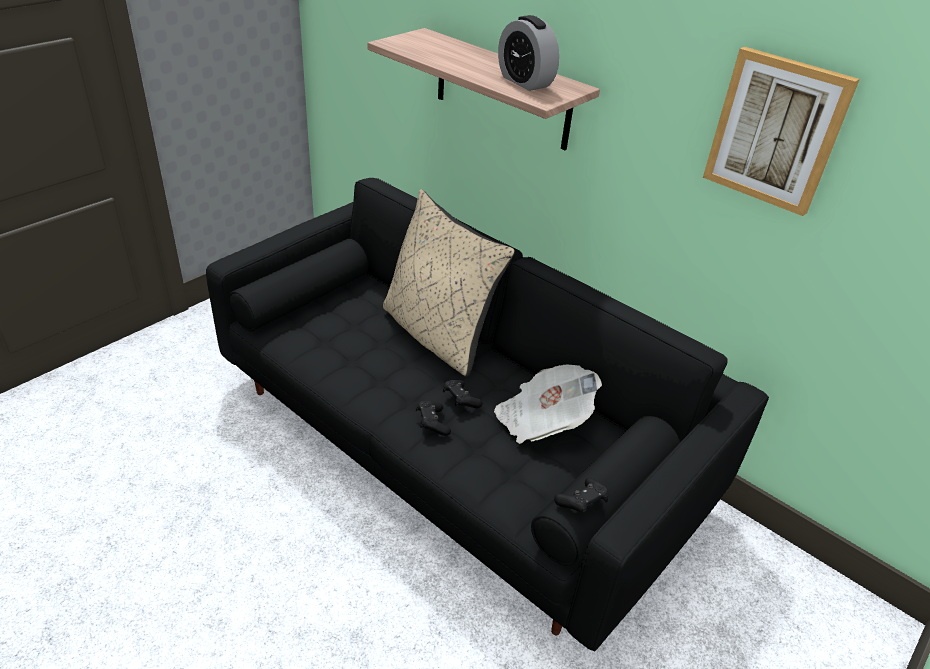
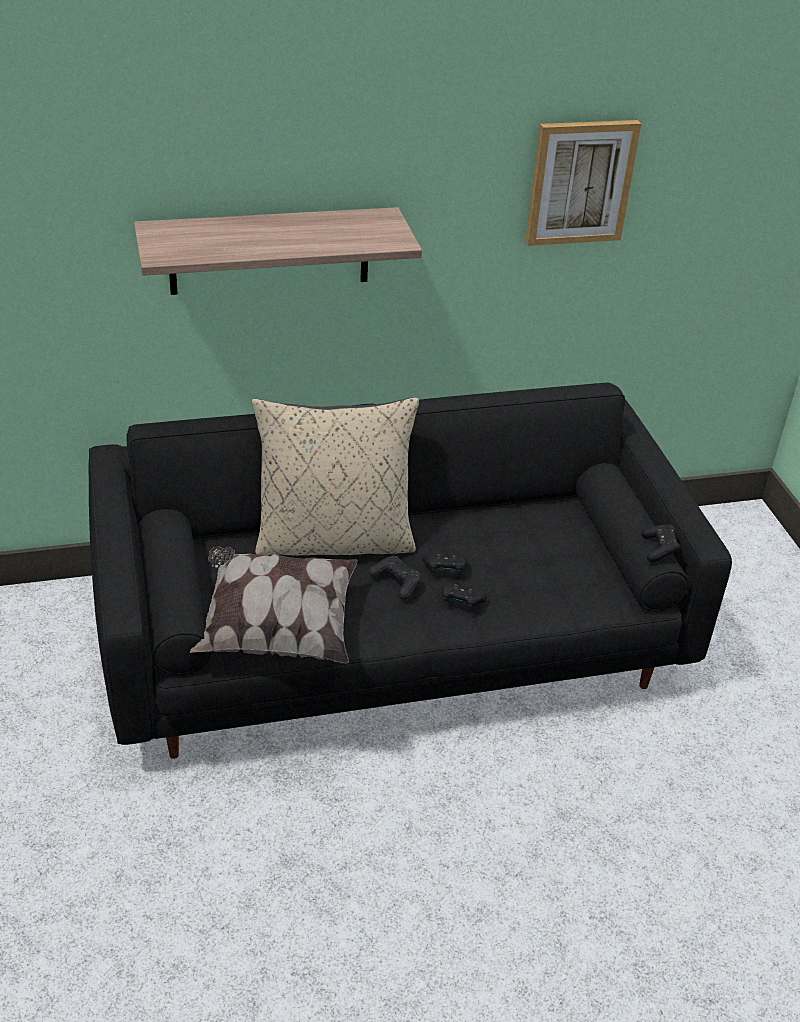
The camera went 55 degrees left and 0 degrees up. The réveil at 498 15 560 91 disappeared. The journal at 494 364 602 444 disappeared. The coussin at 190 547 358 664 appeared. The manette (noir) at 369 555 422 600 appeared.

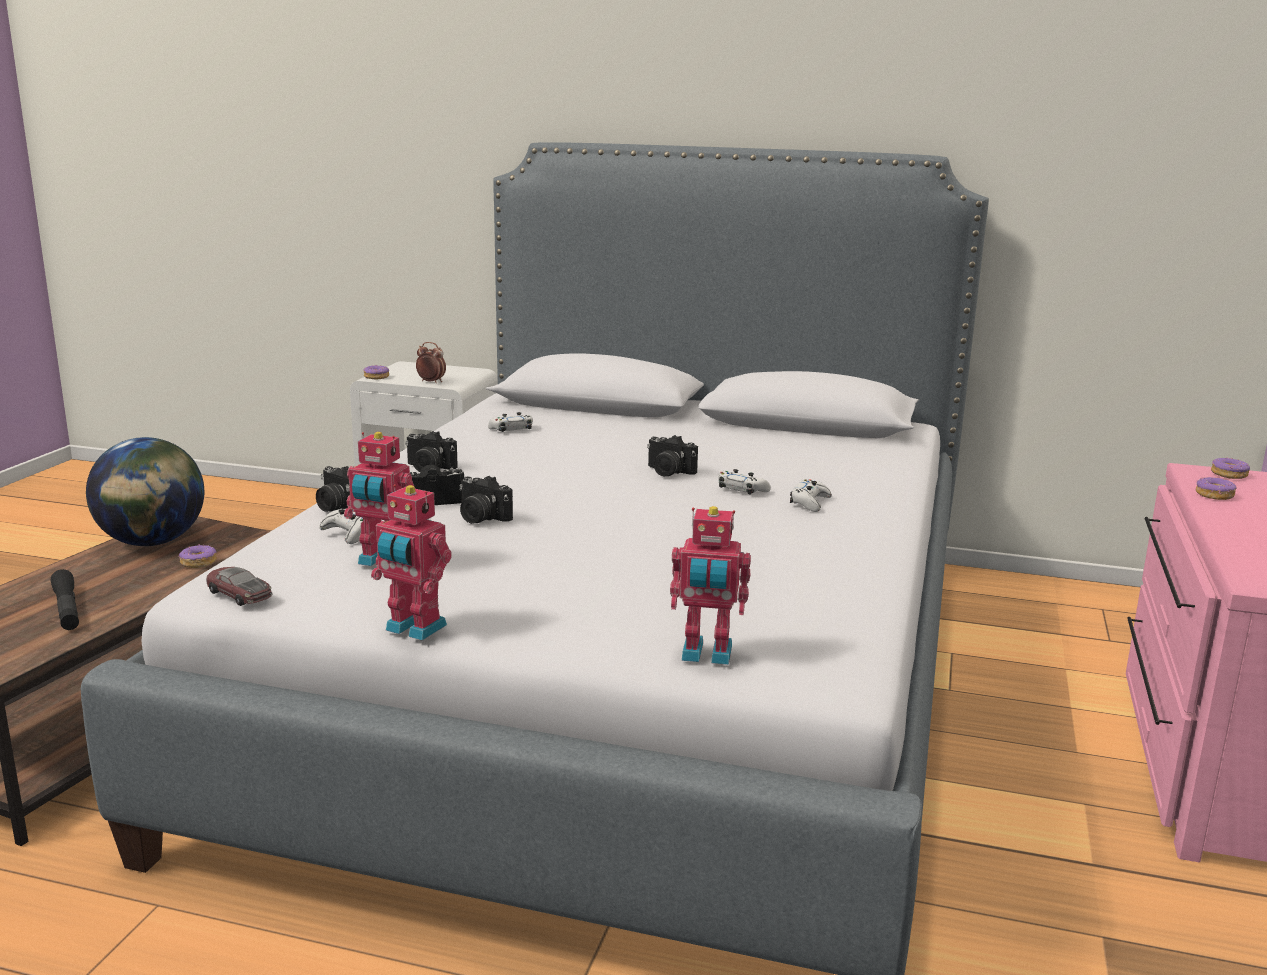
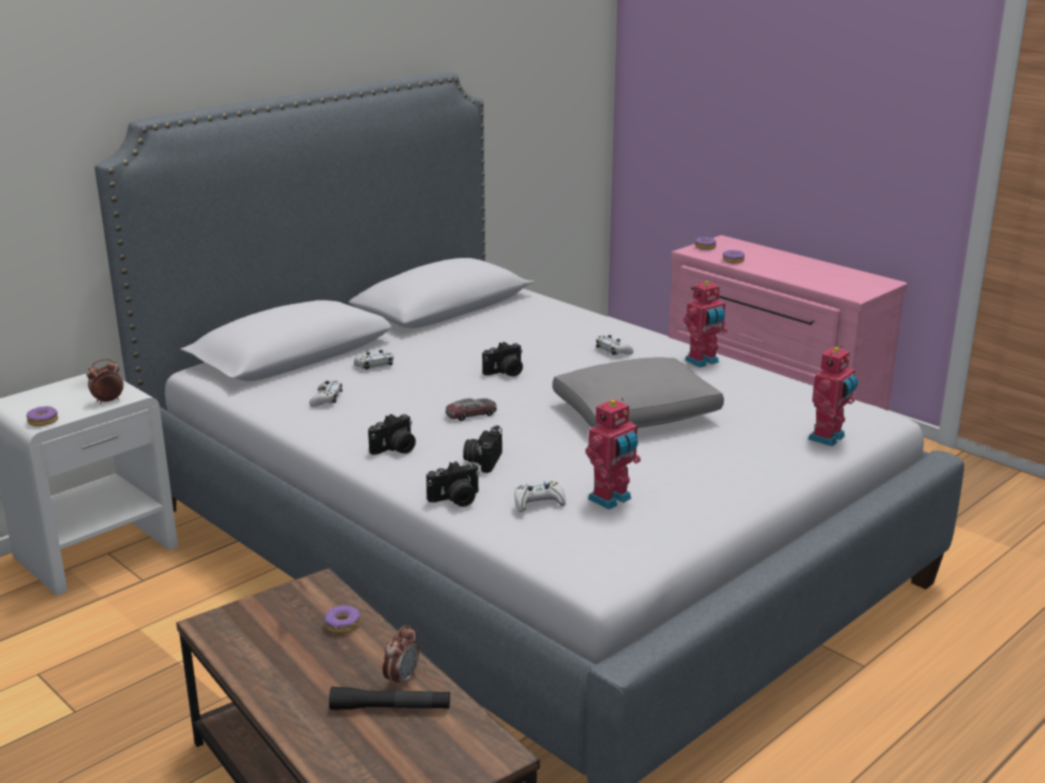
The camera went 60 degrees left and 5 degrees up. The globe at 86 437 204 546 disappeared. The manette (blanc) moved from 718 469 771 494 to 354 350 394 370. The appareil photo at 460 476 513 524 disappeared. The robot jouet moved from 371 484 452 640 to 684 280 728 368. The petite voiture moved from 206 567 272 606 to 445 398 497 421. The coussin (gris) at 552 357 724 428 appeared. The réveil at 382 625 419 690 appeared.

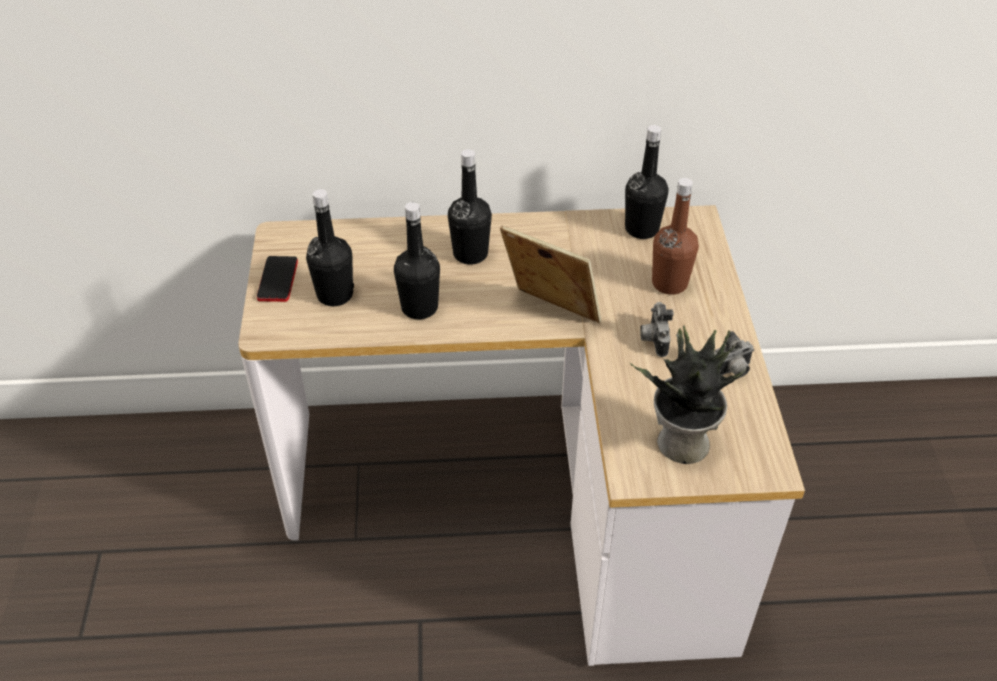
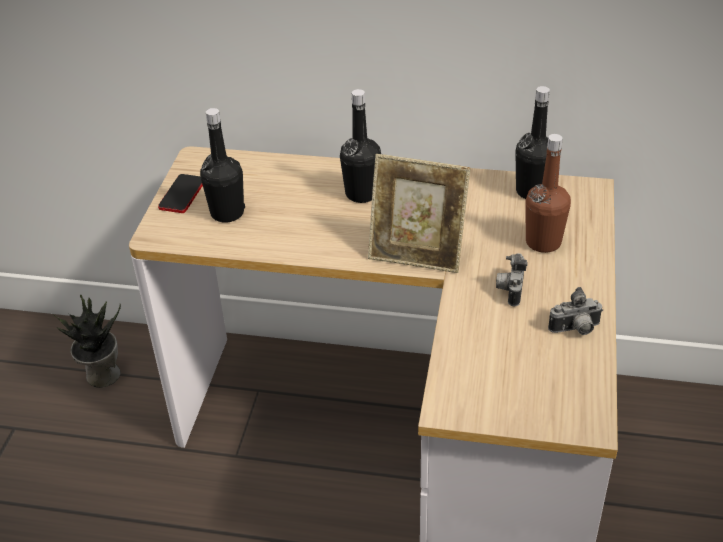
The camera went 15 degrees right and 5 degrees down. The bouteille (noir) at 394 202 440 319 disappeared. The cadre photo at 500 225 601 323 turned 150 degrees clockwise. The plante en pot moved from 630 325 746 464 to 53 295 121 388.

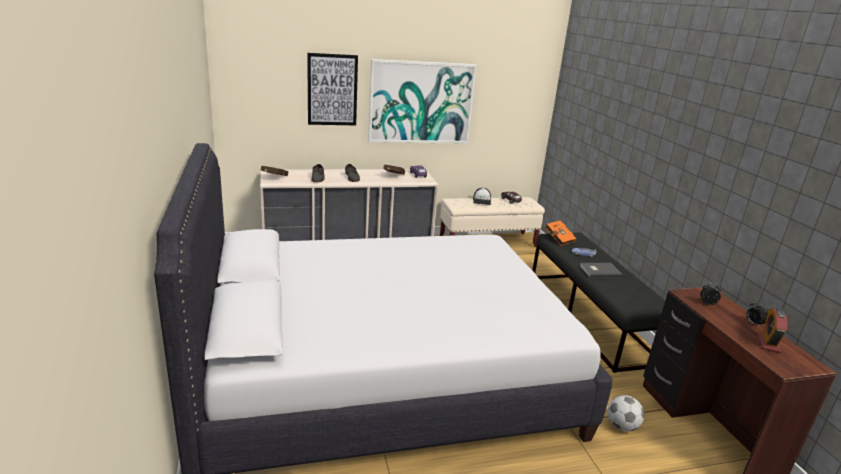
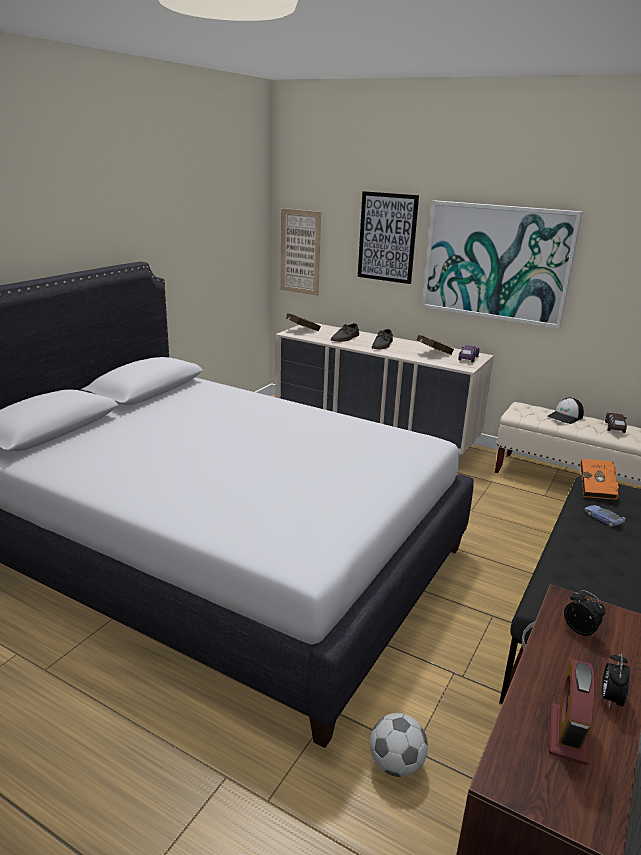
The camera went 45 degrees right and 0 degrees up. The livre (gris) at 580 263 622 278 disappeared. The réveil at 757 308 787 353 turned 45 degrees counterclockwise. The tableau at 280 208 321 296 appeared.

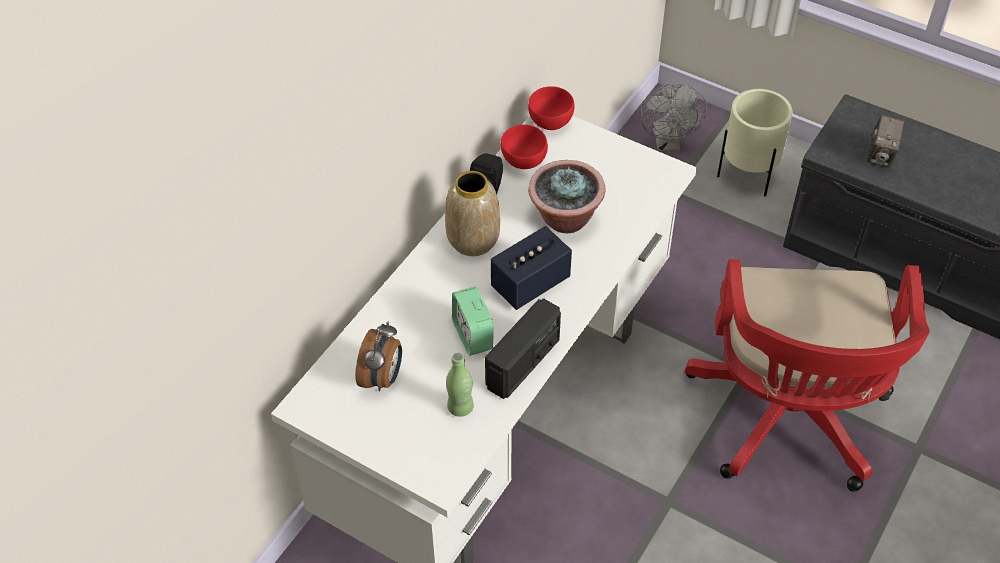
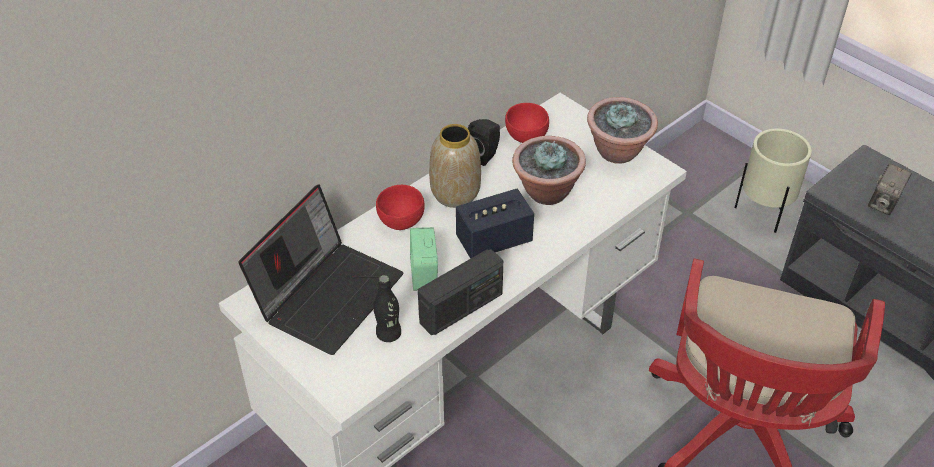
The camera went 15 degrees right and 5 degrees down. The ventilateur (gris) at 640 83 707 152 disappeared. The bol (rouge) moved from 528 86 574 130 to 376 185 425 230. The réveil at 355 322 402 391 was replaced by the ordinateur portable at 238 184 404 355. The bouteille (vert) at 446 352 474 417 became the bouteille (noir) at 373 275 401 342. The plante en pot at 587 97 658 164 appeared.

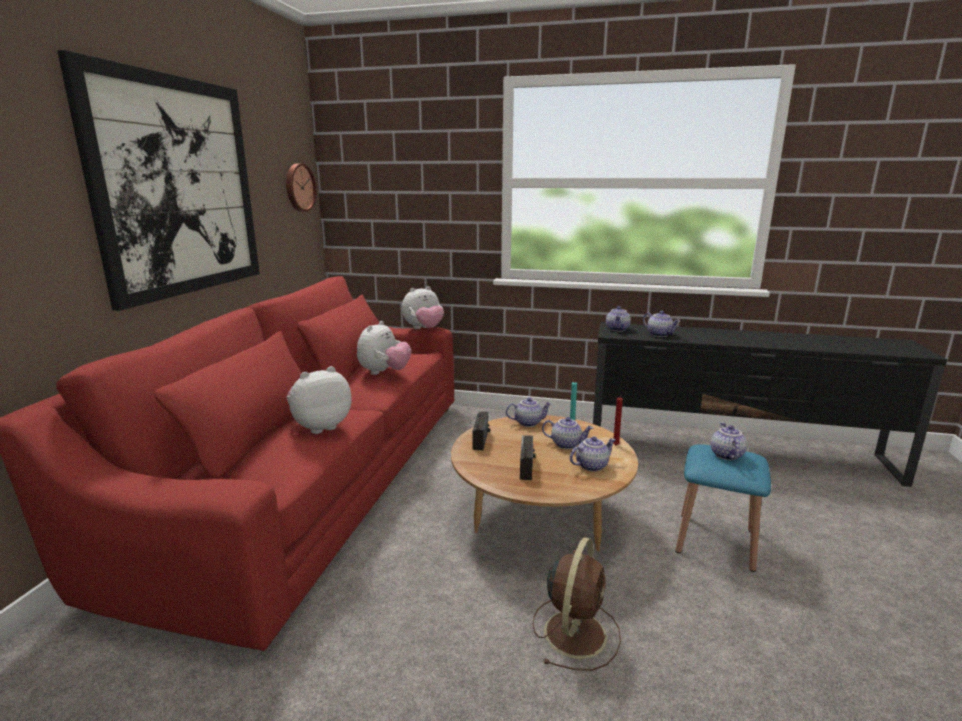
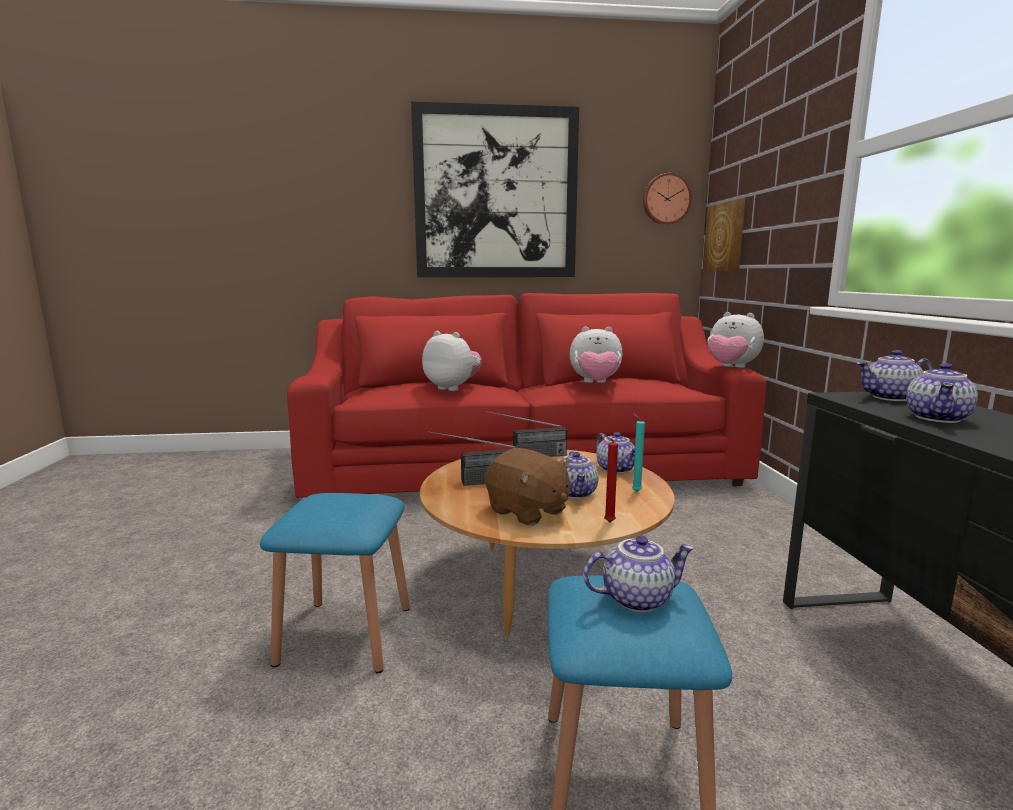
The camera went 70 degrees right and 5 degrees down. The théière at 570 436 616 472 was replaced by the peluche (marron) at 485 448 571 526. The ventilateur (marron) at 533 537 621 671 was replaced by the tabouret (bleu) at 260 493 410 673. The tableau at 703 199 745 272 appeared.

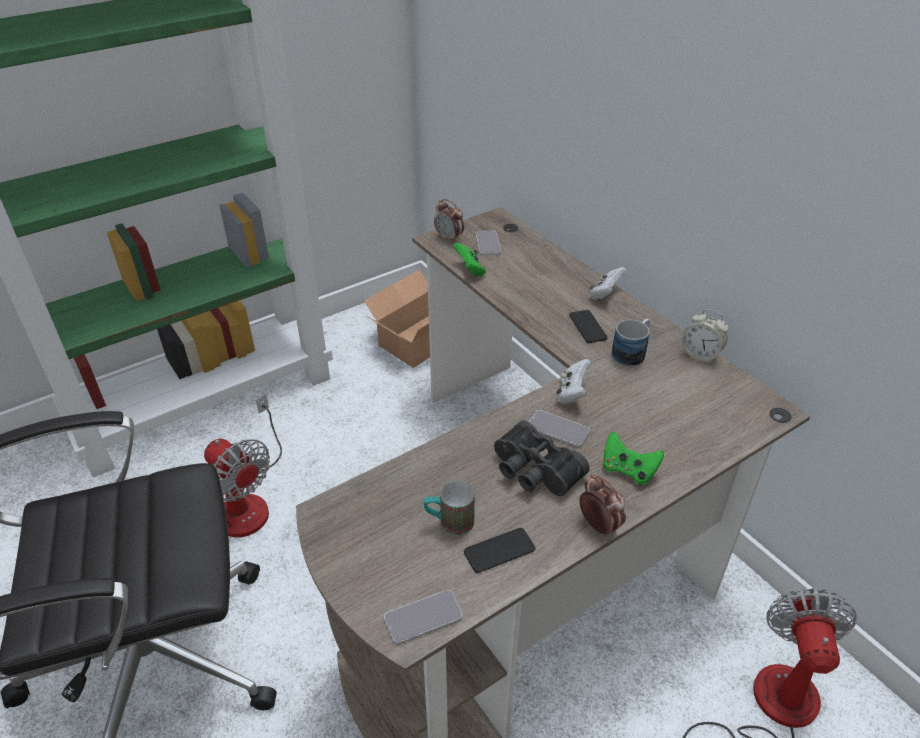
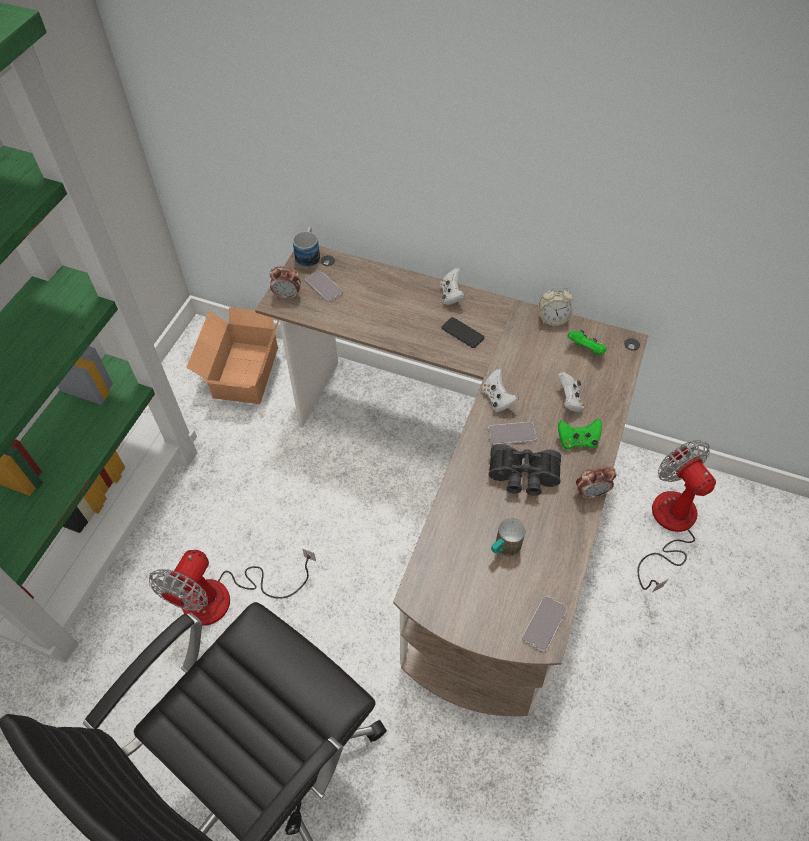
The camera went 35 degrees left and 15 degrees up. The manette (vert) moved from 453 243 486 276 to 567 330 606 355. The mug moved from 611 319 650 366 to 293 227 320 267. The ventilateur at 204 394 282 537 turned 105 degrees clockwise. The réveil at 579 474 626 537 turned 150 degrees clockwise. The téléphone at 464 528 535 573 disappeared. The manette (blanc) at 558 372 584 412 appeared.

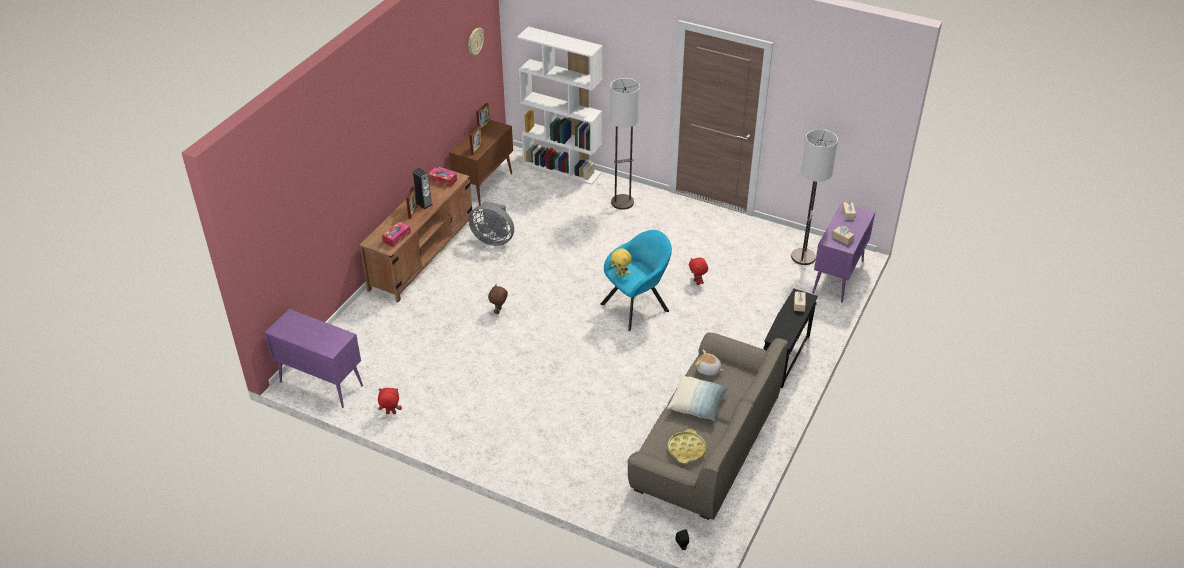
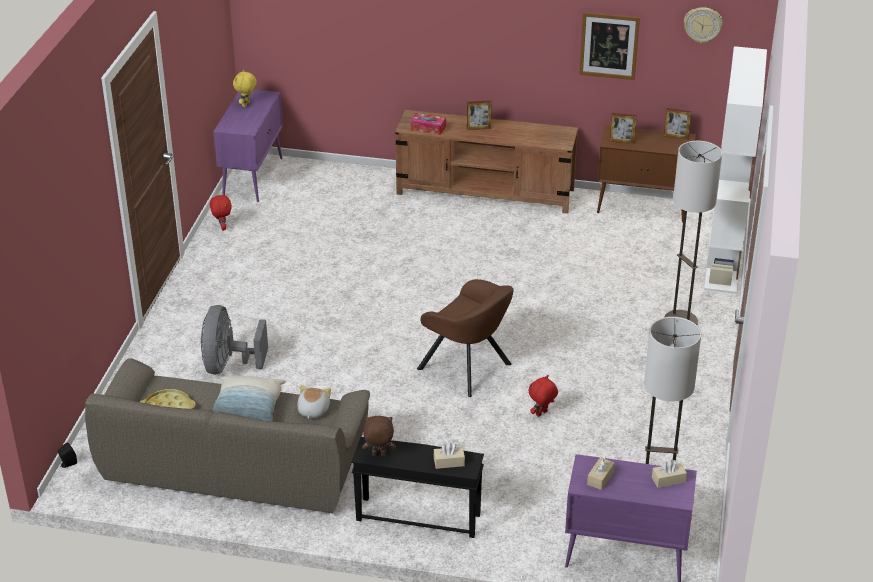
The camera went 75 degrees right and 5 degrees down. The boîte à mouchoirs at 428 167 457 187 disappeared. The enceinte at 413 168 432 209 disappeared. The ventilateur (gris) moved from 469 201 514 246 to 200 305 268 375. The fauteuil (turquoise) at 601 230 672 331 became the fauteuil (marron) at 417 279 514 397. The peluche (jaune) moved from 610 248 632 277 to 233 70 257 107. The peluche (marron) moved from 488 284 508 314 to 362 416 396 456. The tableau at 579 12 640 80 appeared.

